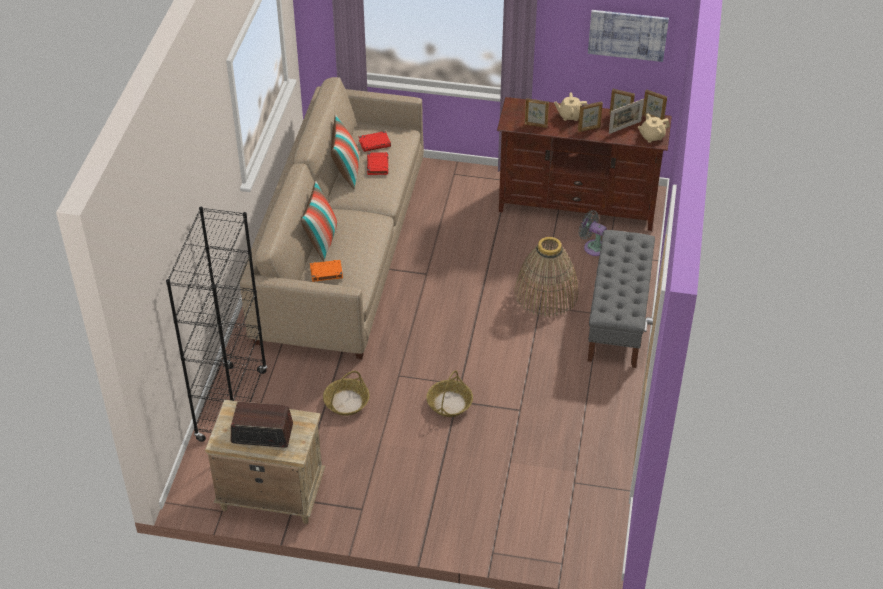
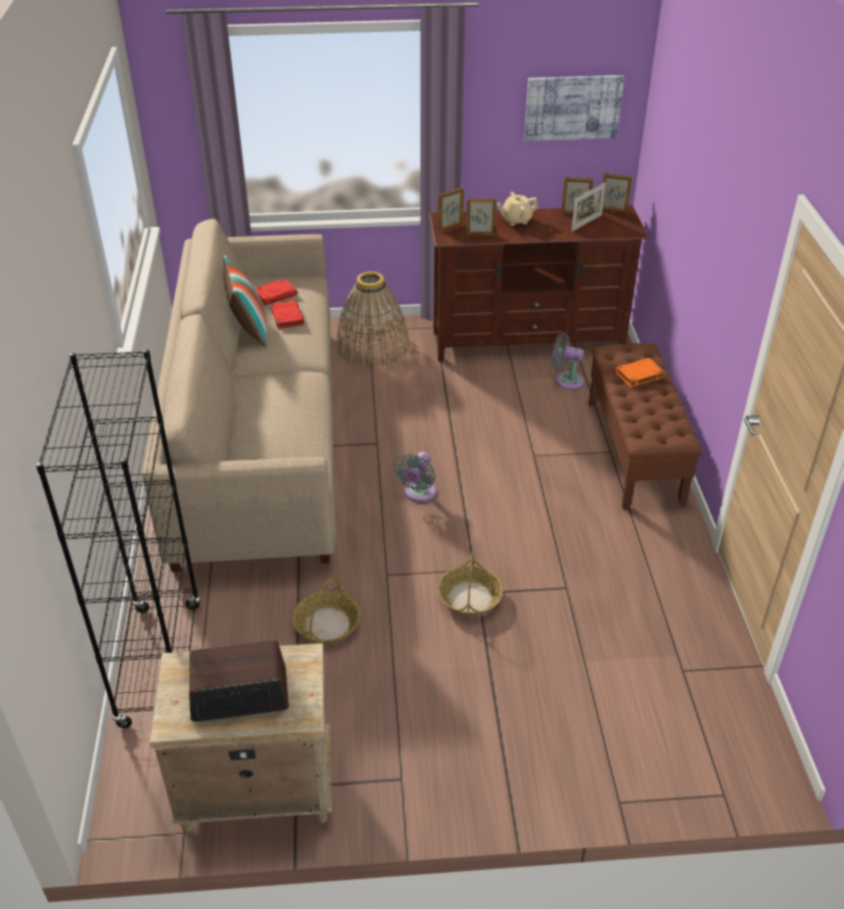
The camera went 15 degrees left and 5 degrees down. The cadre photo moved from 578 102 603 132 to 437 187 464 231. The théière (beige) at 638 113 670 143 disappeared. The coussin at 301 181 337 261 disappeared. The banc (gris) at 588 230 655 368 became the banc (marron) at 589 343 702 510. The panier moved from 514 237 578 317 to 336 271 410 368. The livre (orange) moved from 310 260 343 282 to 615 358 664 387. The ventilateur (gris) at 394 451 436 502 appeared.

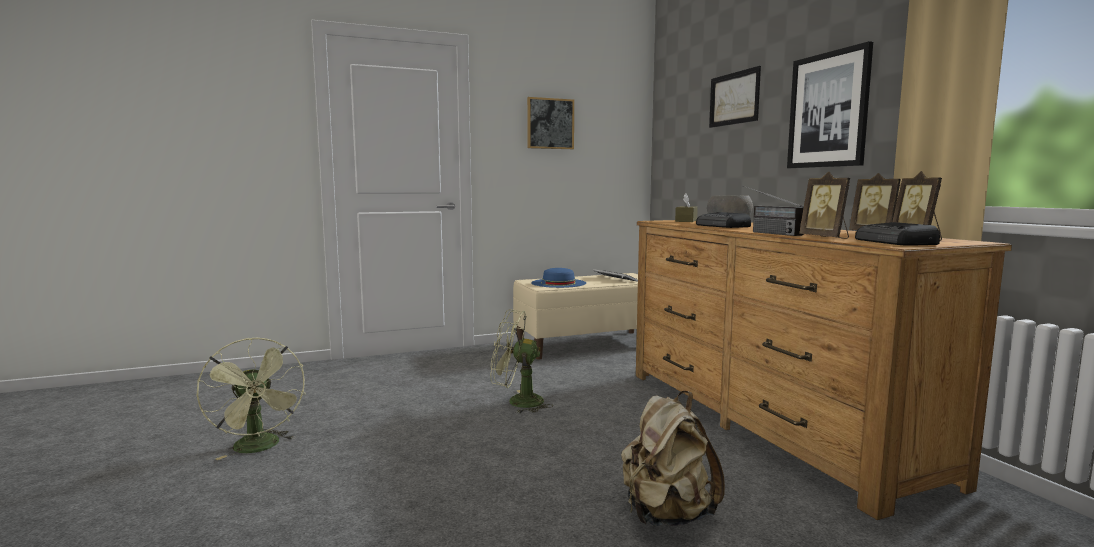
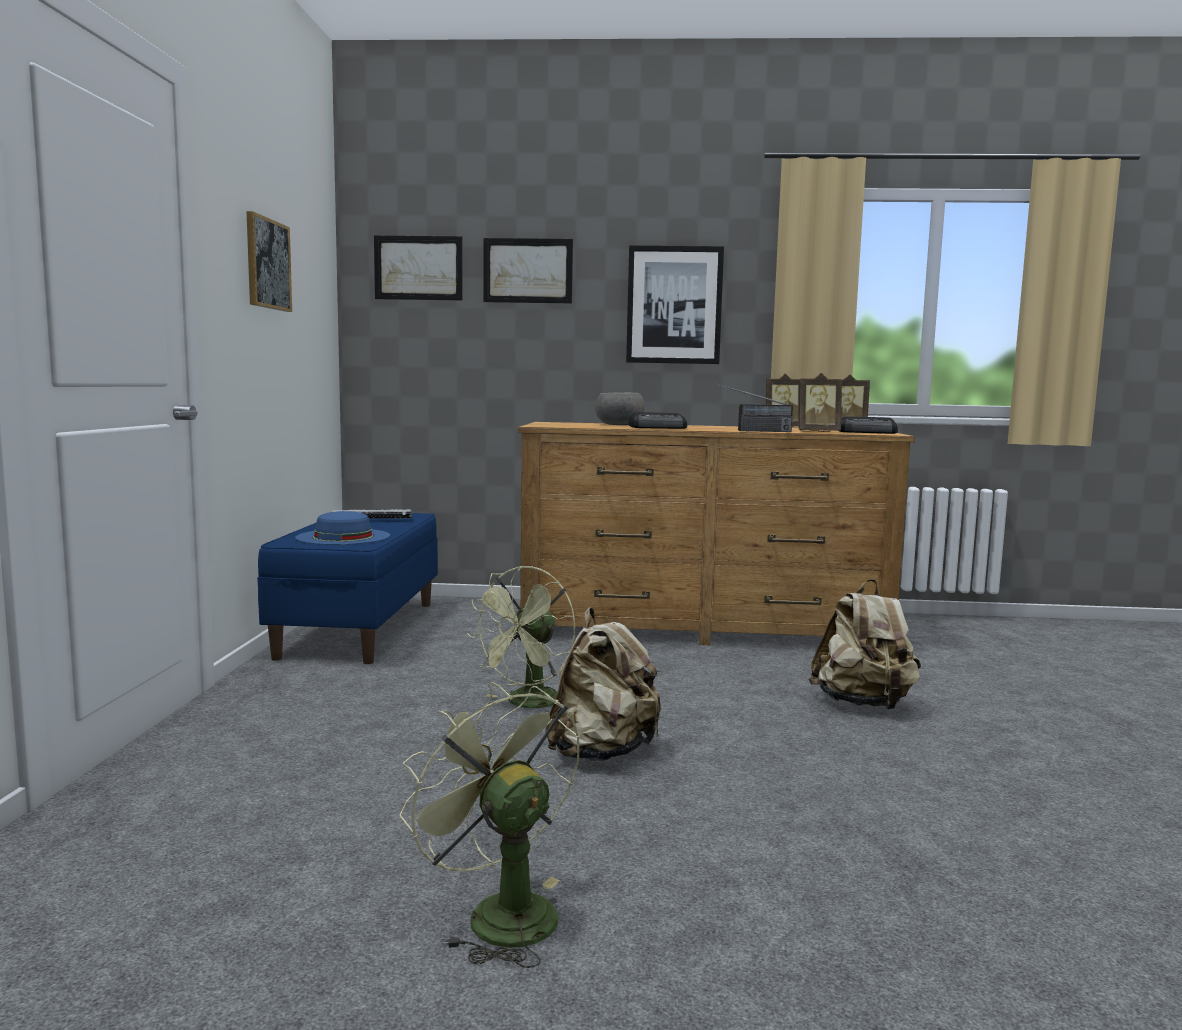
The camera went 65 degrees left and 0 degrees up. The boîte à mouchoirs (marron) at 675 194 698 222 disappeared. The banc (beige) at 513 273 638 359 became the banc (bleu) at 257 513 438 664. The ventilateur (vert) at 197 338 306 460 turned 120 degrees counterclockwise. The tableau at 374 235 462 300 appeared. The sac à dos (beige) at 545 607 661 761 appeared.

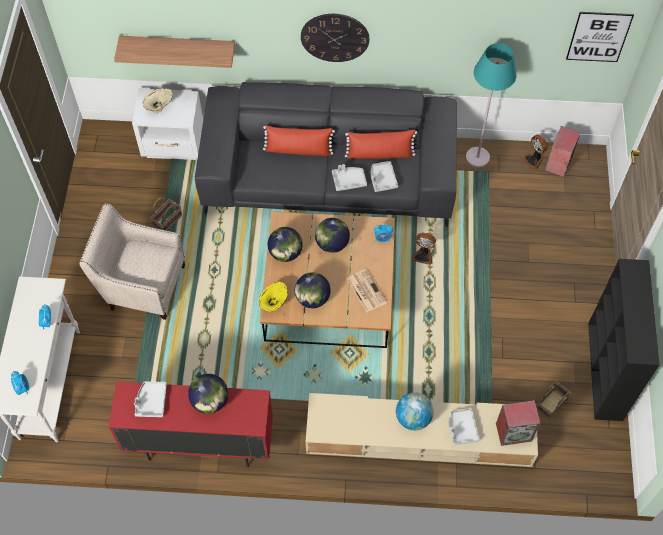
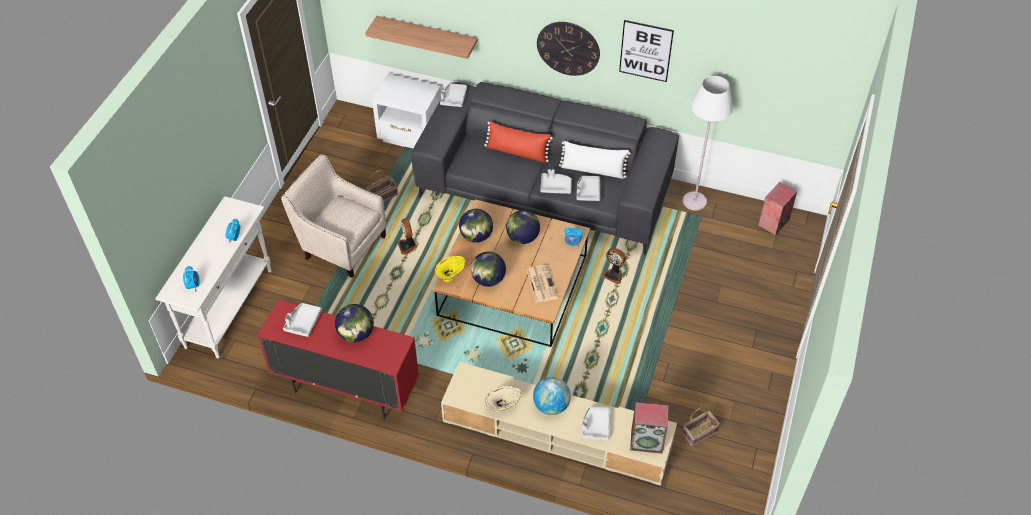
The camera went 15 degrees right and 10 degrees down. The tableau moved from 566 12 634 62 to 619 20 674 82. The lampadaire (turquoise) at 466 43 517 168 became the lampadaire (blanc) at 683 76 733 211. The vase (beige) moved from 143 88 173 114 to 485 386 521 412. The coussin (rouge) at 345 130 417 159 became the coussin (blanc) at 559 141 631 179. The ventilateur moved from 522 135 548 170 to 397 218 417 255. The bibliothèque (noir) at 588 259 659 421 disappeared. The plateau (gris) at 440 83 467 107 appeared.

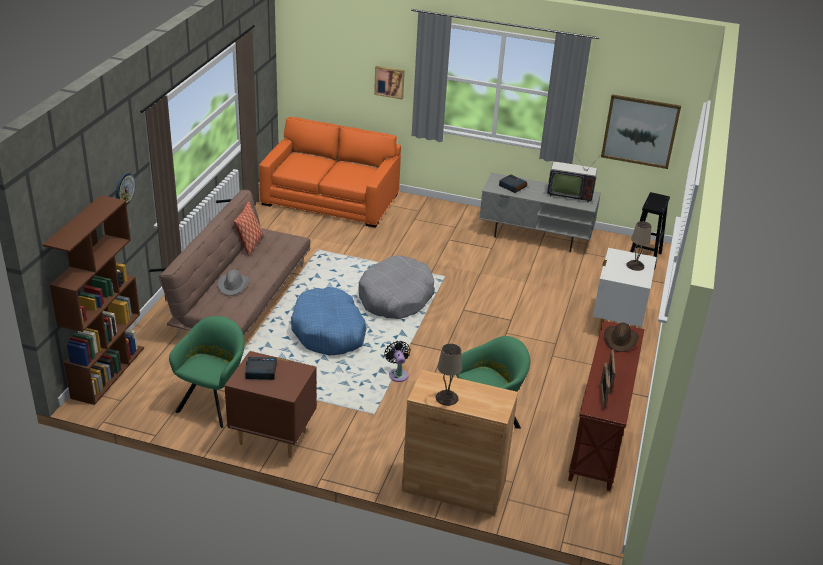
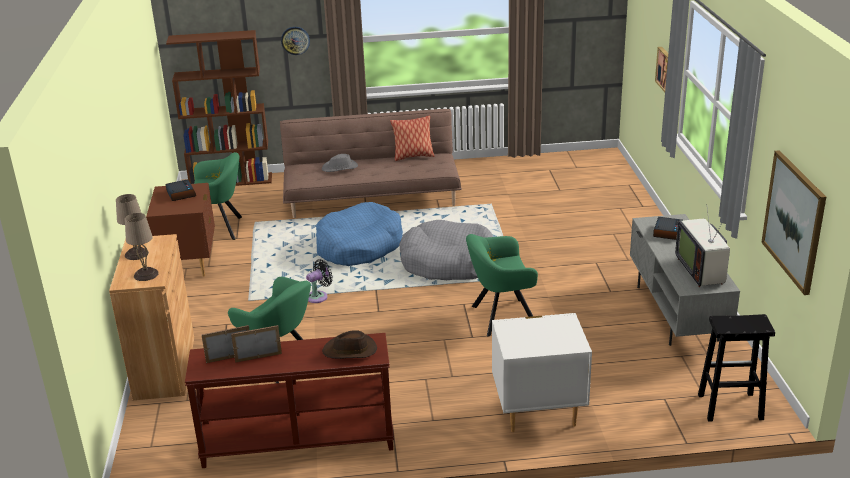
The camera went 70 degrees right and 5 degrees down. The canapé (orange) at 259 117 401 228 disappeared. The lampe de table (beige) moved from 626 221 651 271 to 125 213 159 281. The fauteuil (vert) at 466 234 538 337 appeared.

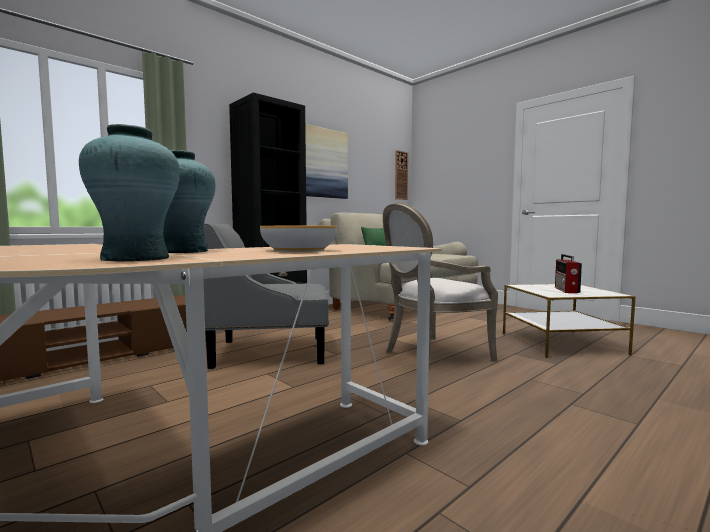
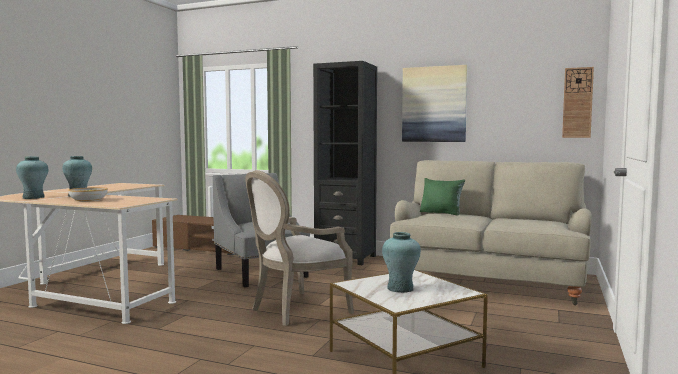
The camera went 65 degrees right and 0 degrees up. The fauteuil at 383 202 498 362 turned 75 degrees counterclockwise. The radio at 555 254 582 293 was replaced by the vase (turquoise) at 382 232 421 293.

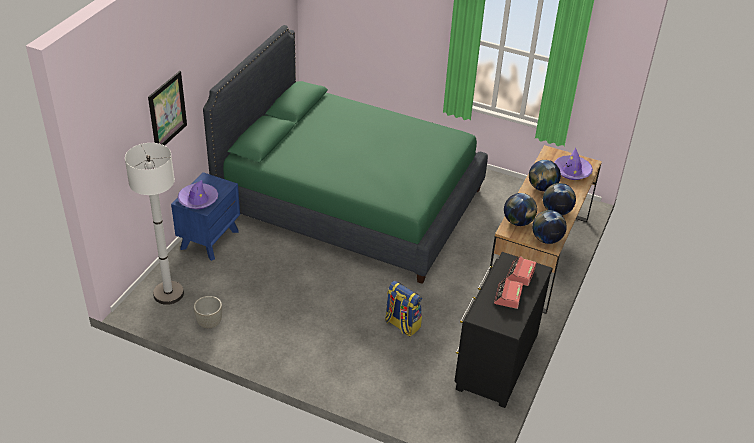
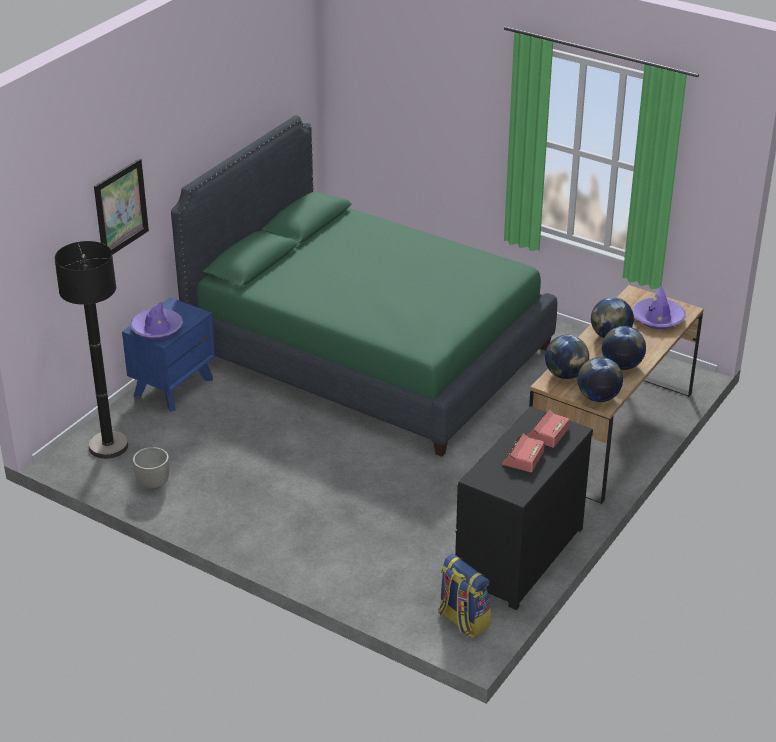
The camera went 10 degrees right and 5 degrees down. The lampadaire (blanc) at 125 143 184 305 became the lampadaire (noir) at 54 241 128 459. The sac à dos moved from 385 281 422 337 to 439 554 491 638.

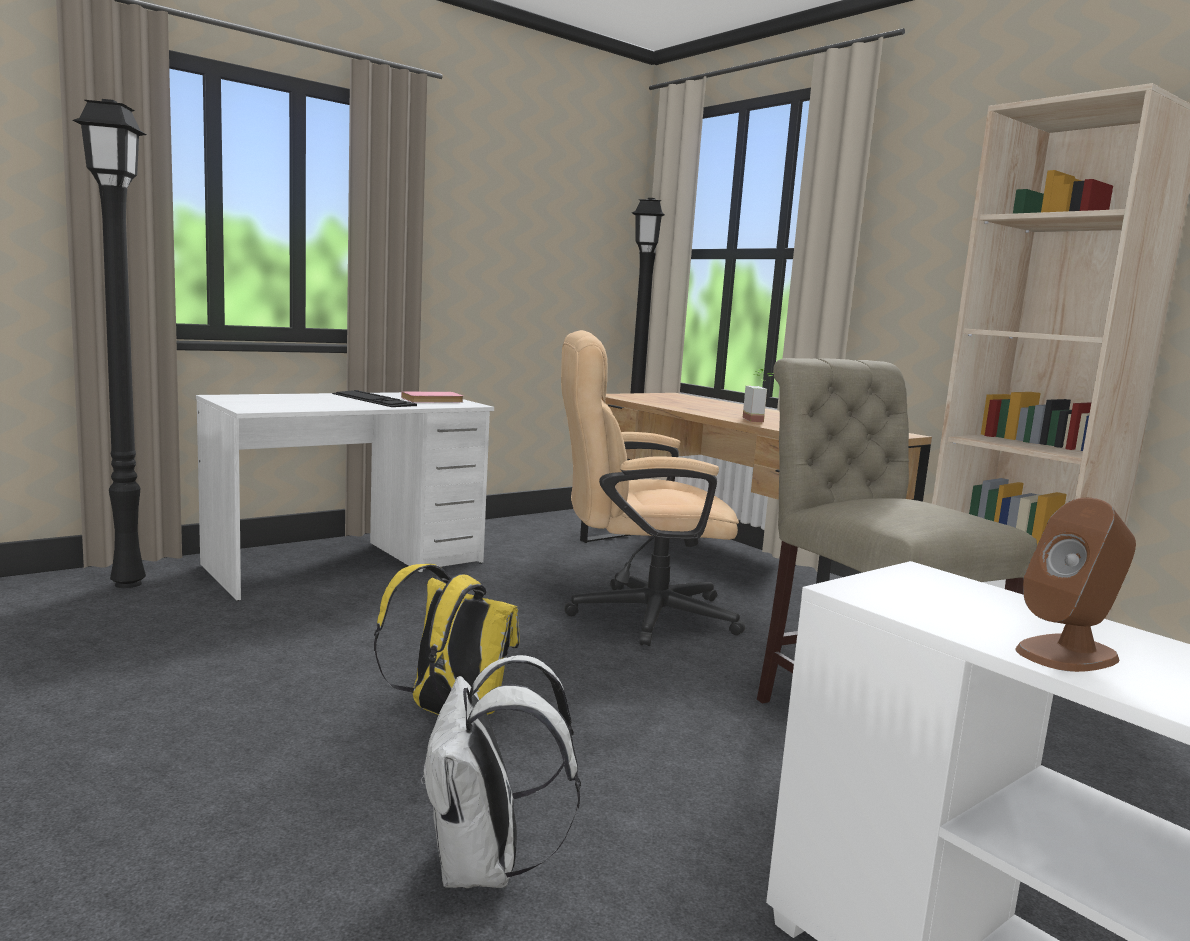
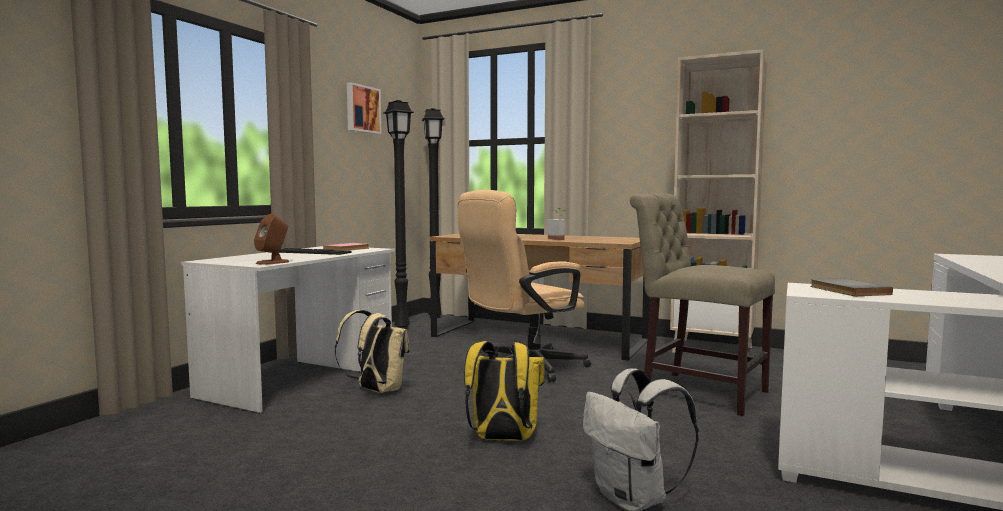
The camera went 25 degrees left and 5 degrees down. The lampadaire (noir) moved from 73 99 146 588 to 384 100 414 329. The enceinte (marron) moved from 1015 498 1136 672 to 254 214 289 265. The tableau at 347 82 381 134 appeared. The livre (gris) at 810 278 893 296 appeared. The sac à dos (beige) at 335 310 410 393 appeared.

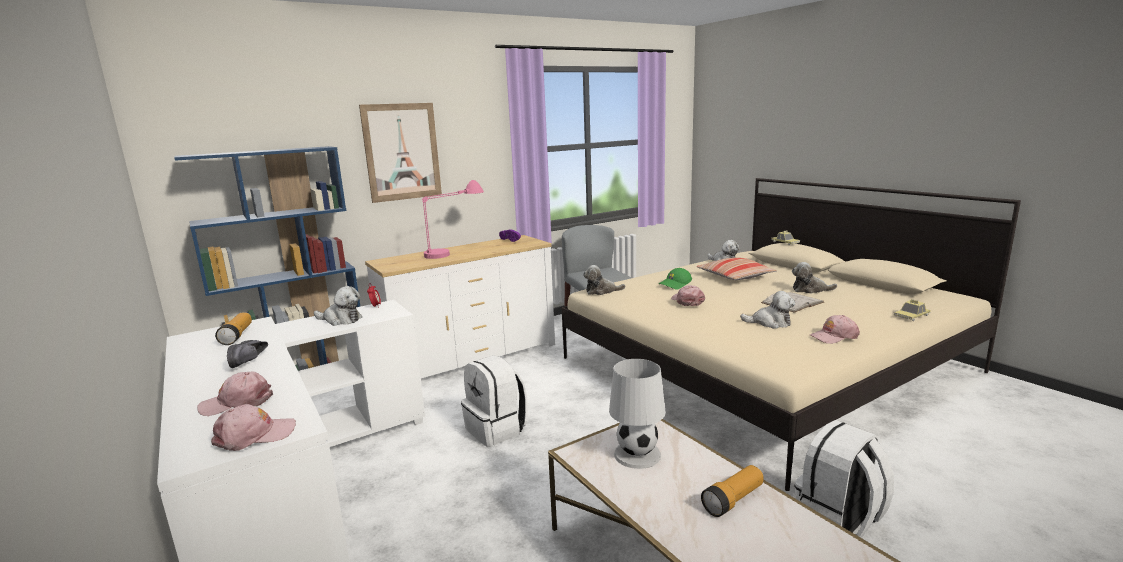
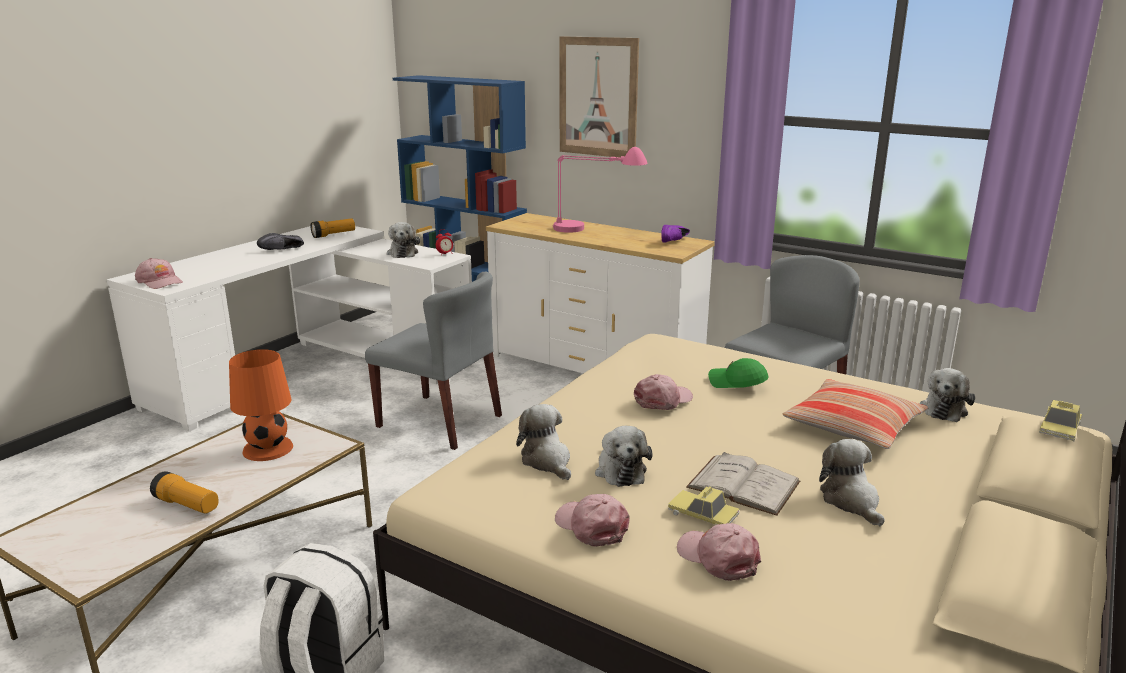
The camera went 65 degrees right and 5 degrees up. The peluche moved from 583 265 626 295 to 516 404 571 480. The petite voiture moved from 894 299 931 321 to 668 486 739 525. The sac à dos (blanc) at 461 355 528 447 was replaced by the chaise (gris) at 365 271 502 450. The lampe de table (blanc) at 609 359 666 469 became the lampe de table (orange) at 229 349 293 461. The casquette (rose) moved from 197 371 273 416 to 677 523 761 581.

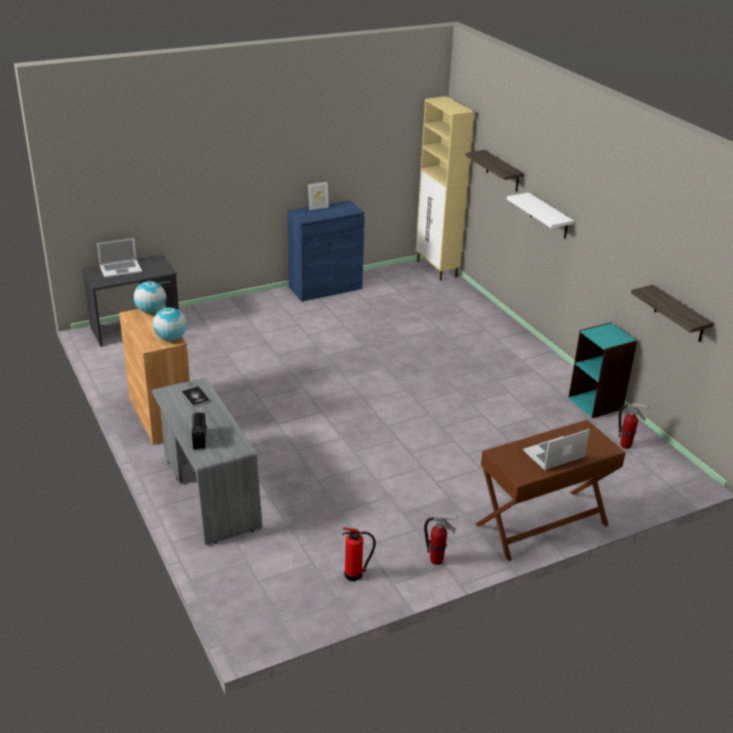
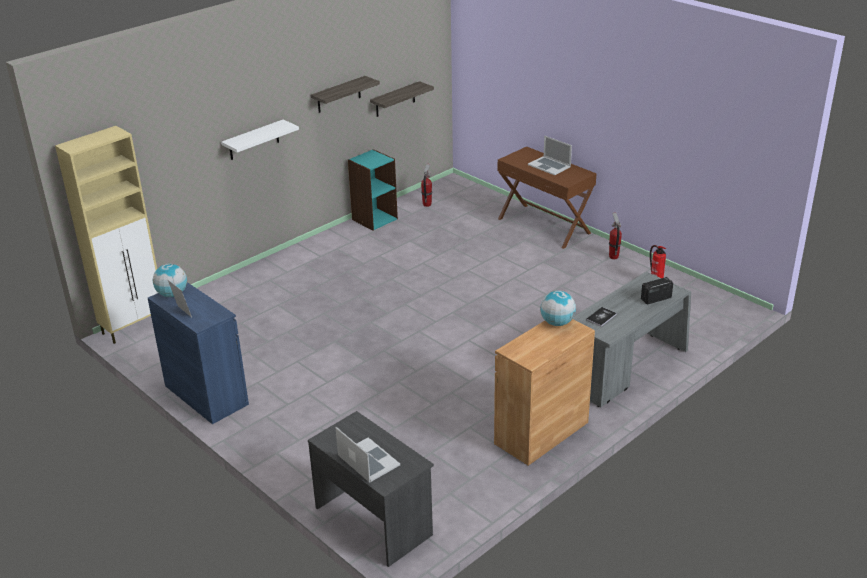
The camera went 105 degrees left and 0 degrees up. The étagère moved from 465 150 524 191 to 311 76 380 113. The globe moved from 133 281 166 313 to 153 264 187 297.

